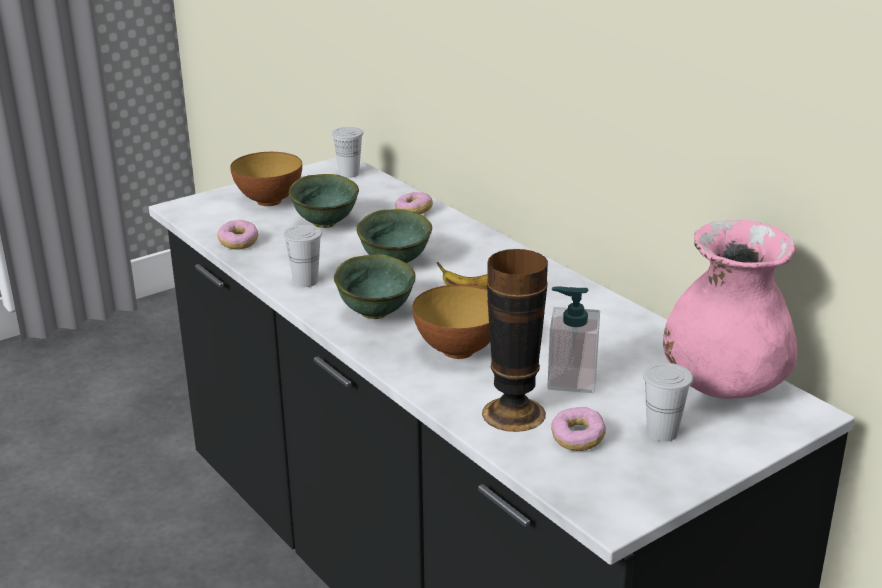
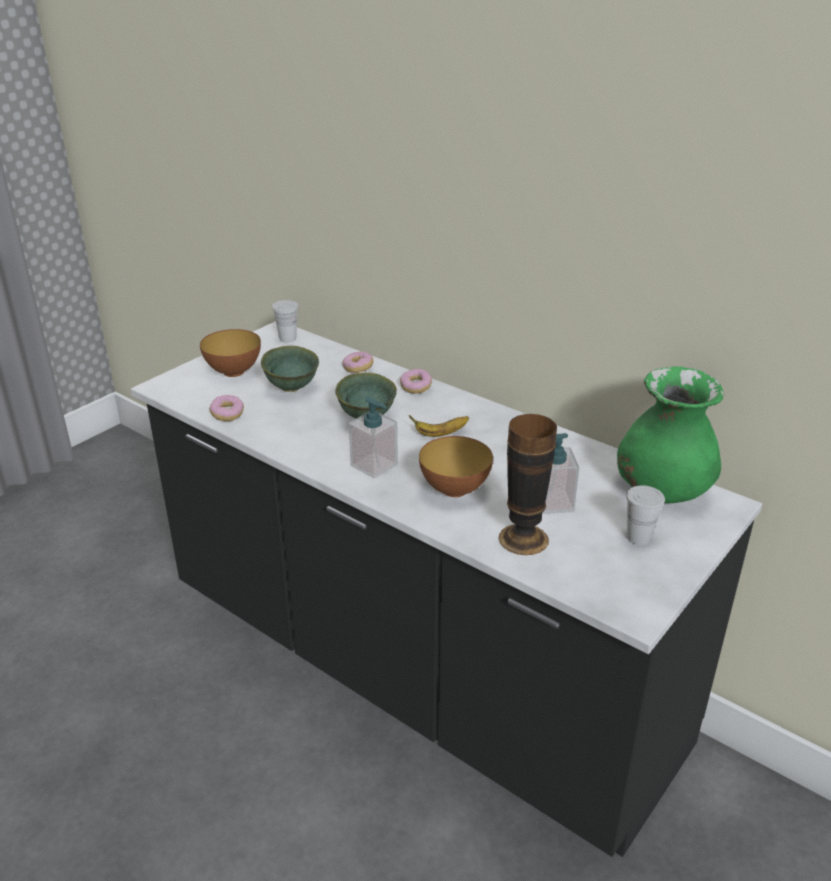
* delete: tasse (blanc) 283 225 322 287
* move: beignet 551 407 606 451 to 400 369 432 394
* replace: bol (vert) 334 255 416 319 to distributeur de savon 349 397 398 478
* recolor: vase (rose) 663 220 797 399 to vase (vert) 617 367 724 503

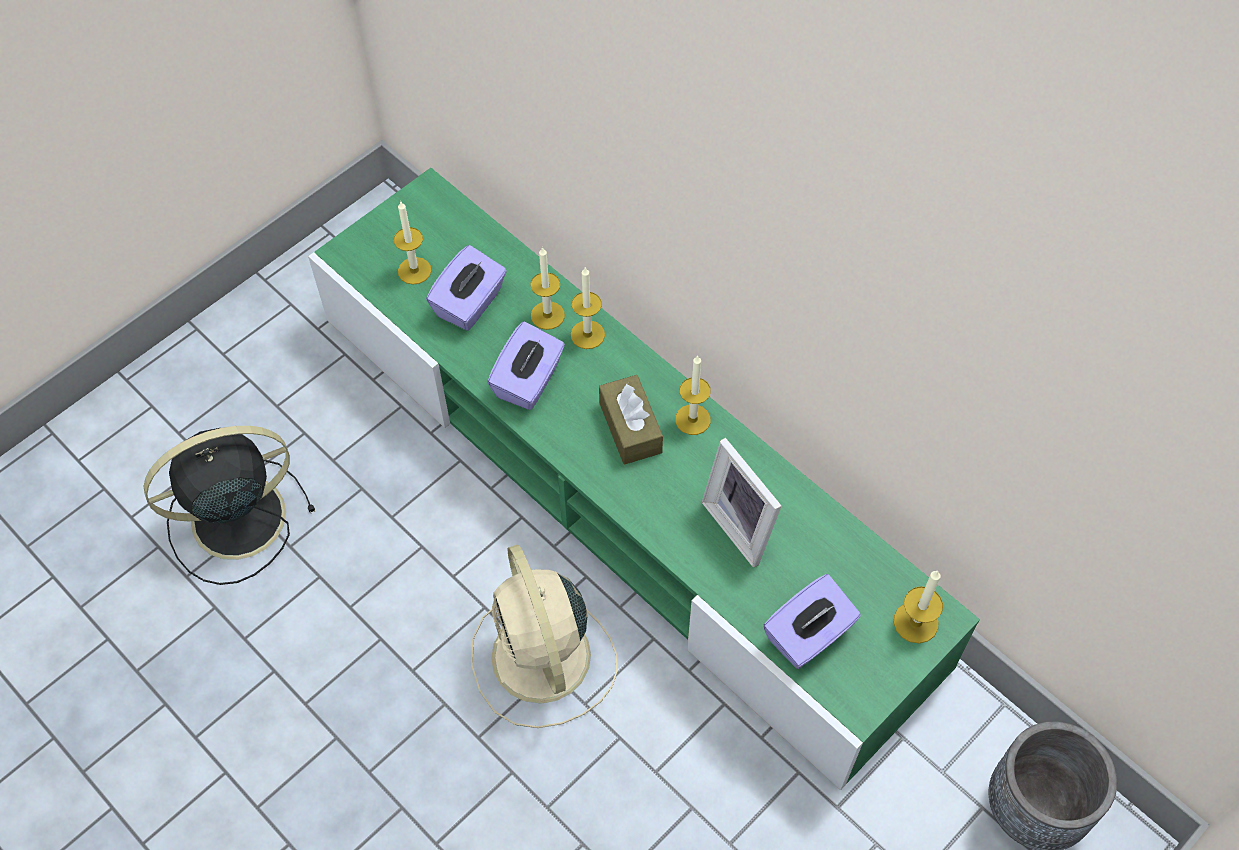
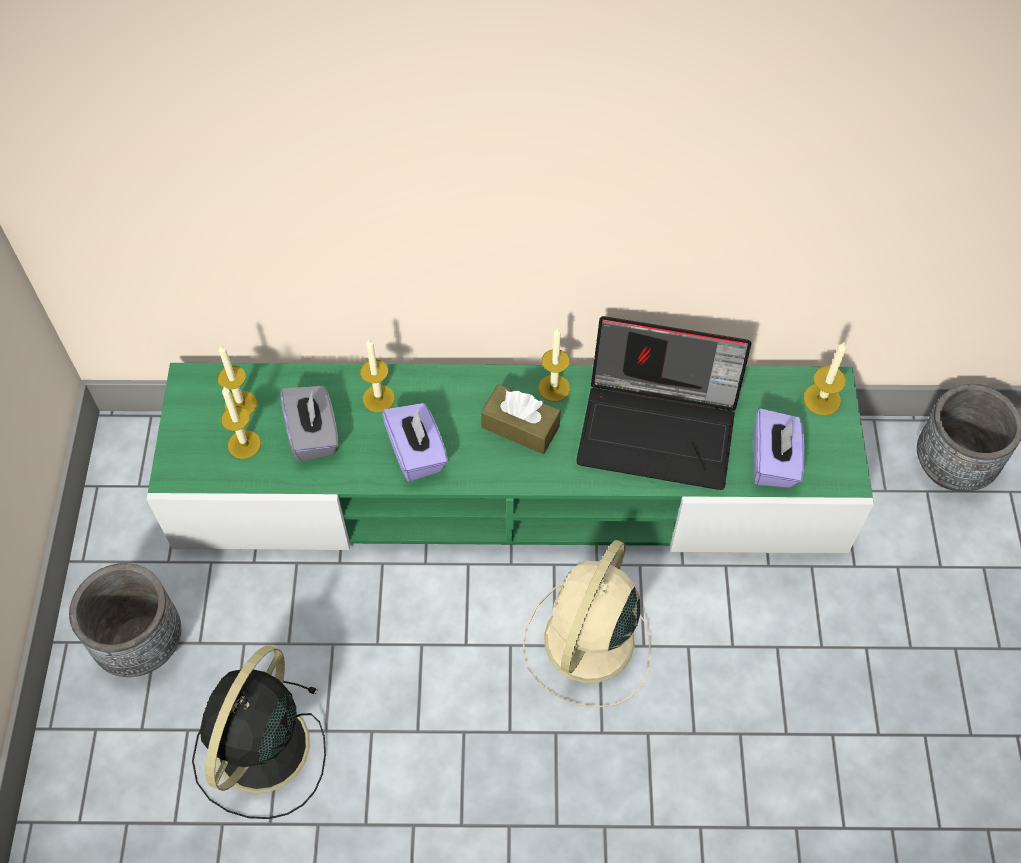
* insert: cache-pot (gris) 69 563 181 677
* move: bougie 571 268 605 349 to 217 344 257 415
* replace: cadre photo 702 438 782 567 to ordinateur portable 576 316 751 490
* recolor: boîte à mouchoirs (violet) 426 245 507 331 to boîte à mouchoirs (gris) 280 386 338 462
* rotate: ventilateur (beige) 471 545 618 728 = 523 540 651 708 90 degrees clockwise

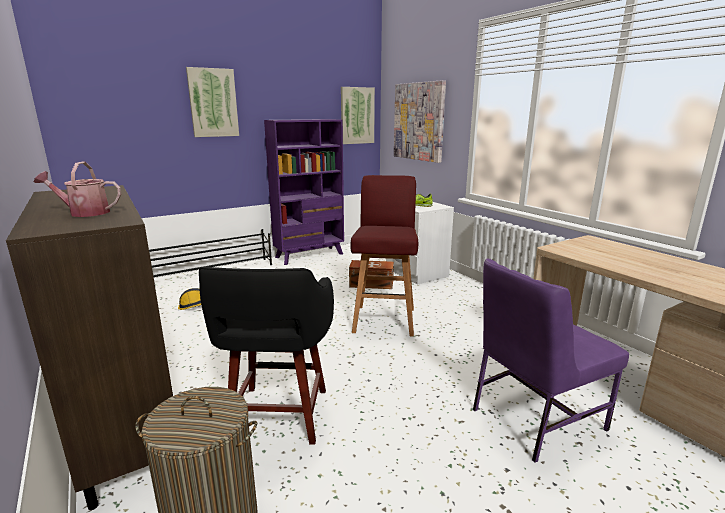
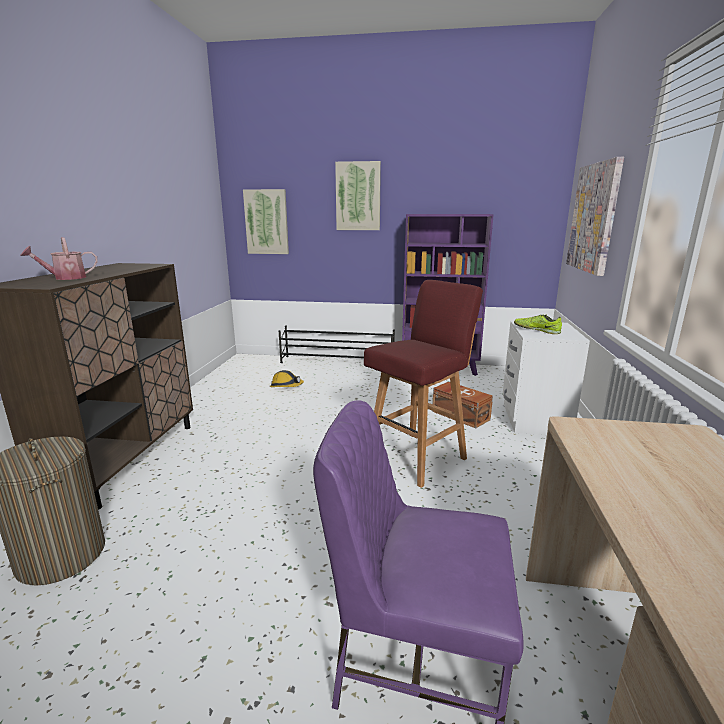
* delete: tabouret (noir) 199 267 334 445
* move: tableau 341 87 375 144 to 243 189 289 254
* rotate: arrosoir 34 162 121 217 = 20 237 98 280 75 degrees counterclockwise

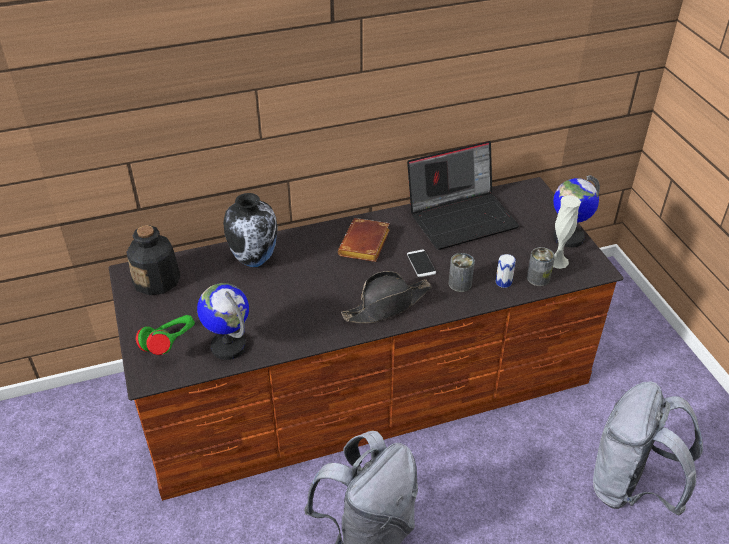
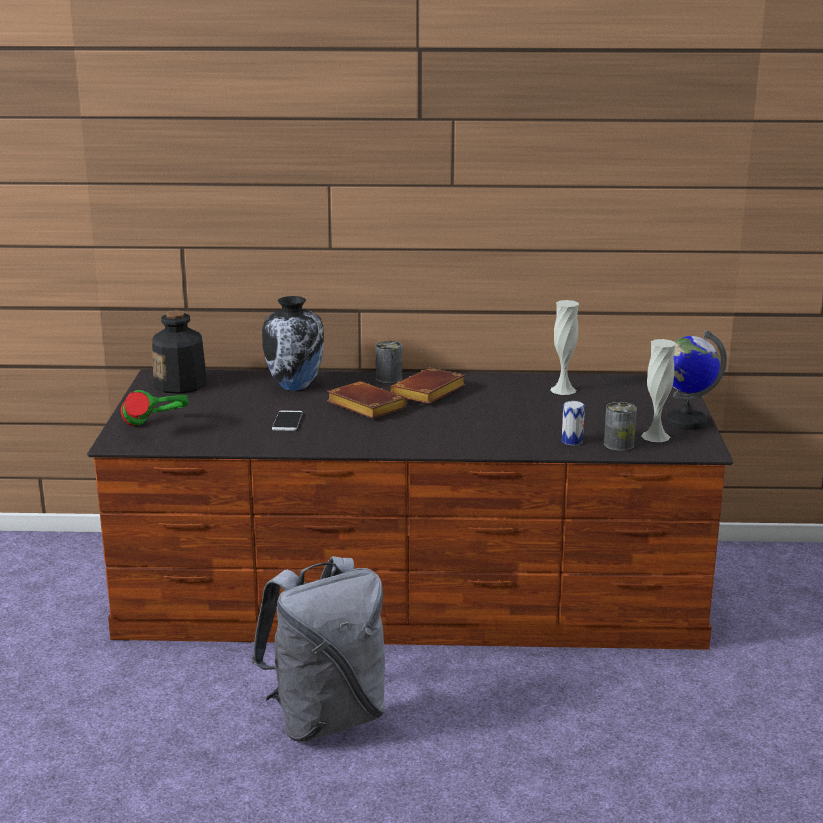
* delete: globe 197 283 249 360
* delete: chapeau (noir) 341 271 432 323
* delete: sac à dos (gris) 593 382 703 515
* insert: livre (marron) 327 381 407 419
* move: téléphone 407 250 436 277 to 272 410 303 431
* move: boîte métallique 449 253 475 292 to 375 341 402 383
* replace: ordinateur portable 407 141 519 250 to vase (blanc) 550 300 579 395

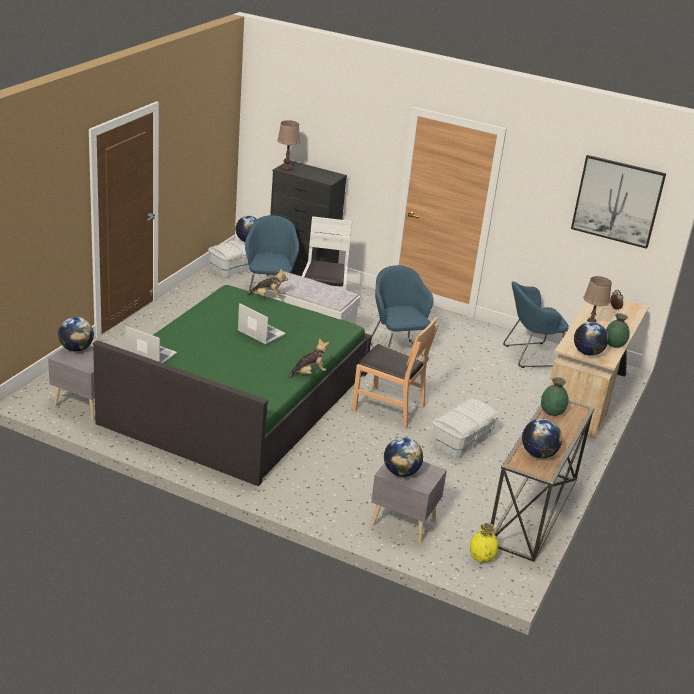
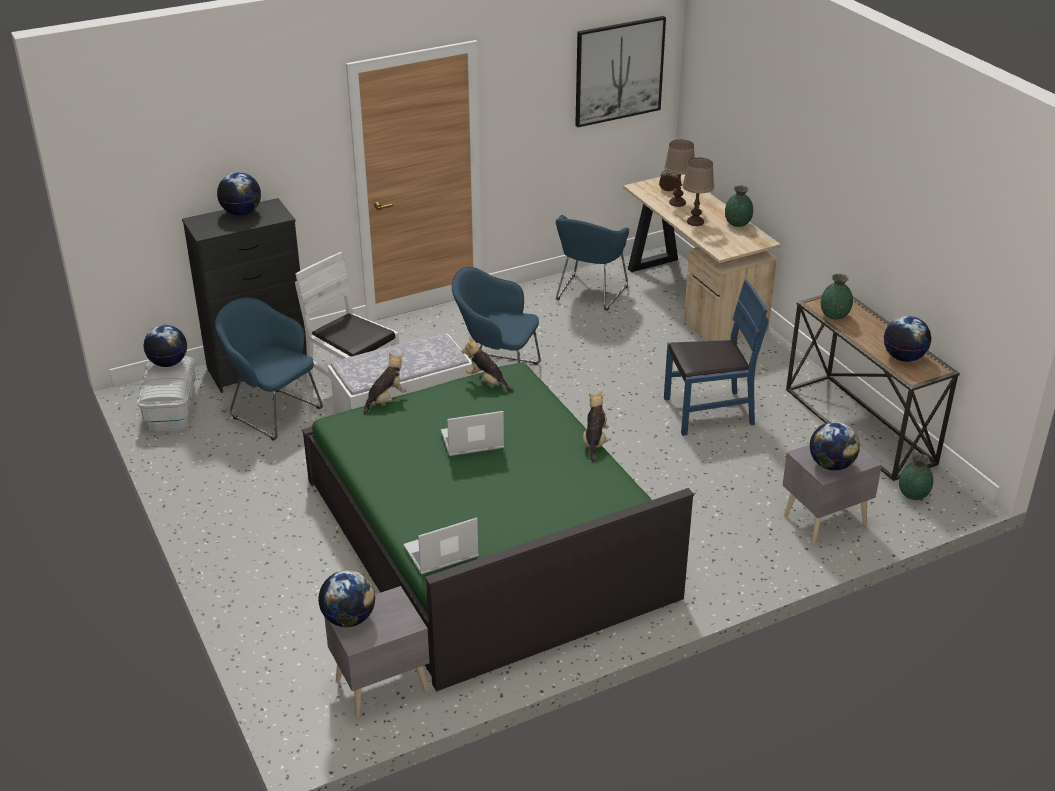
* delete: chaise (marron) 352 316 438 428
* insert: peluche 461 337 514 392
* move: lampe de table (marron) 277 120 300 171 to 665 140 695 207
* move: globe 574 322 608 356 to 217 172 261 216
* replace: boîte de rangement (blanc) 433 399 499 458 to chaise (bleu) 664 279 768 436
* recolor: vase (jaune) 470 523 498 563 to vase (vert) 899 453 933 500

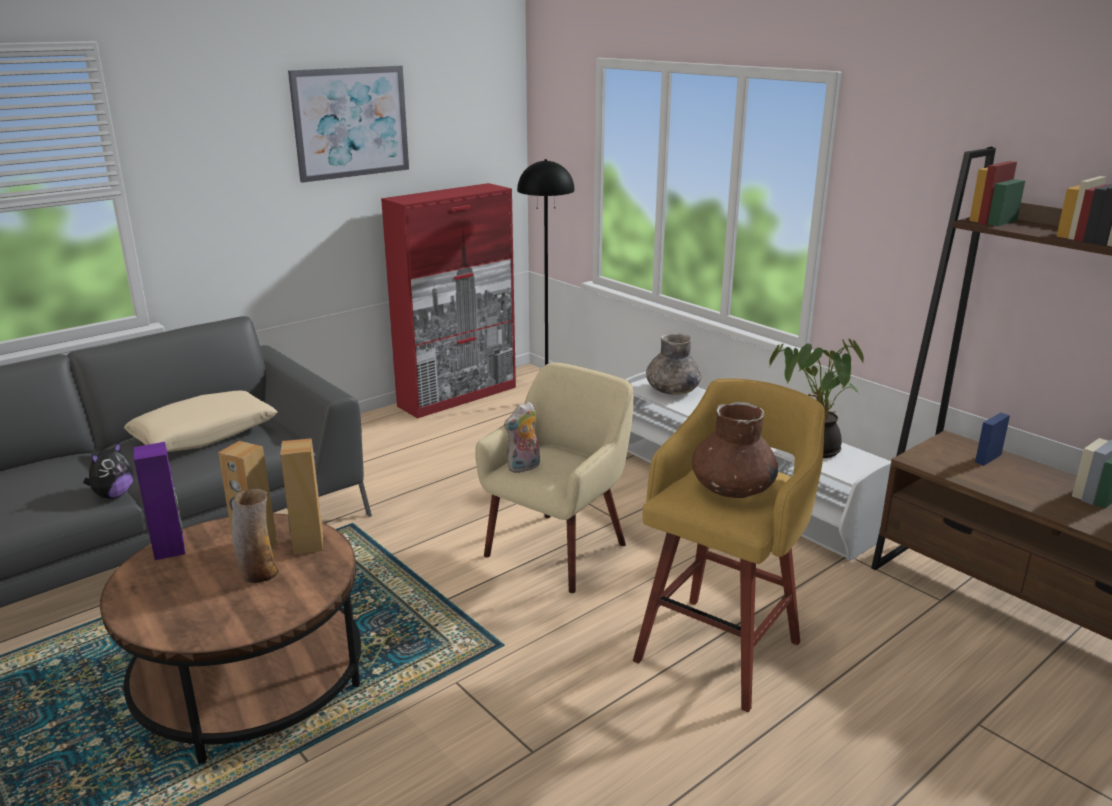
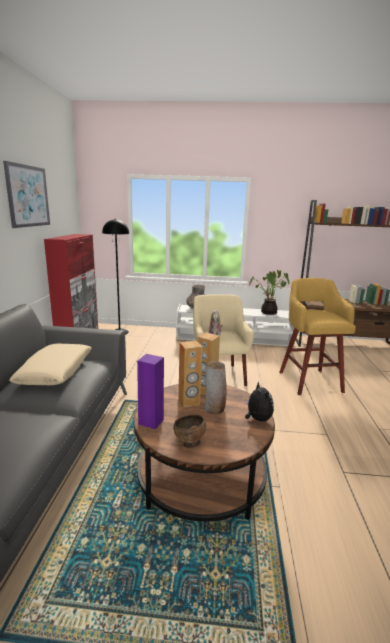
* delete: vase (marron) 692 402 778 498
* insert: bol (marron) 173 414 206 448
* move: peluche 84 441 133 499 to 245 381 274 422

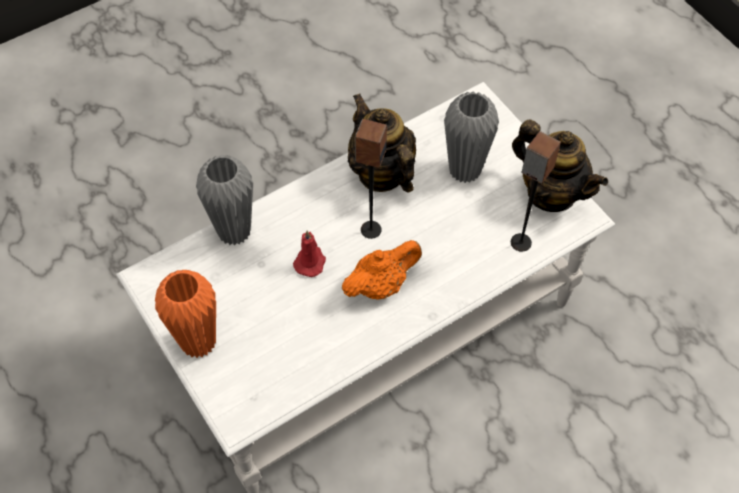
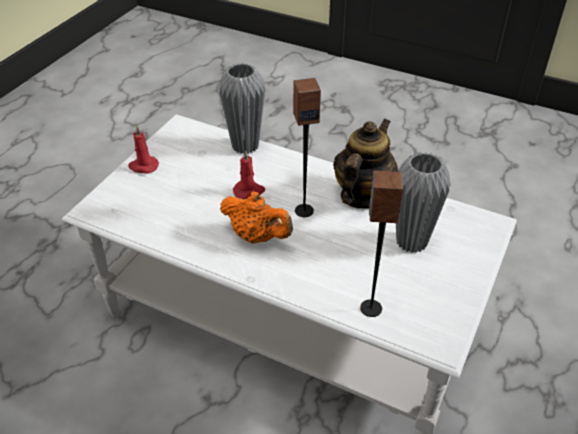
* delete: théière 512 120 608 212
* replace: vase (orange) 155 270 216 358 to bougie (rouge) 128 126 159 174

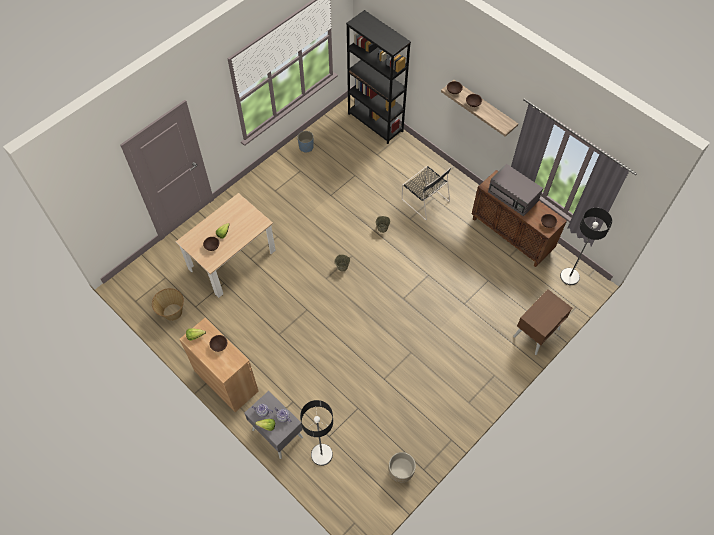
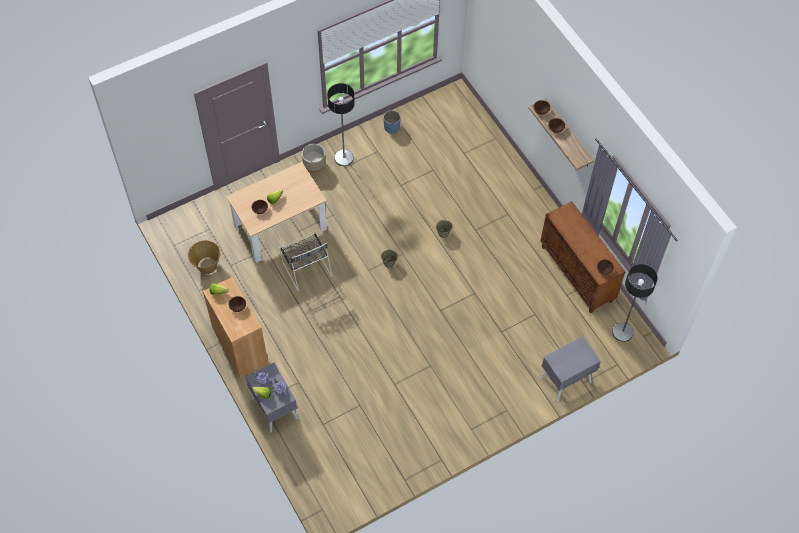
* delete: bibliothèque (noir) 346 10 411 144
* delete: micro-ondes (gris) 488 164 543 216
* move: lampadaire 300 400 333 466 to 327 83 355 166
* move: cache-pot (beige) 389 452 416 483 to 302 144 325 173
* move: chaise (noir) 402 166 451 220 to 279 233 332 292
* recolor: table de chevet (marron) 513 289 572 355 to table de chevet (gris) 540 336 601 402

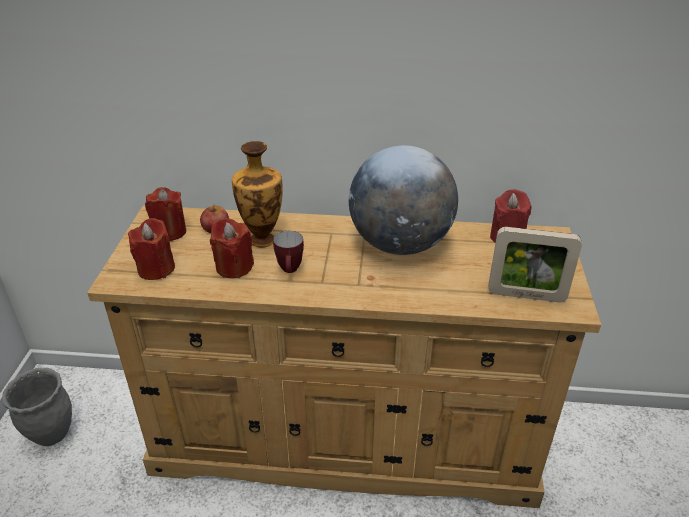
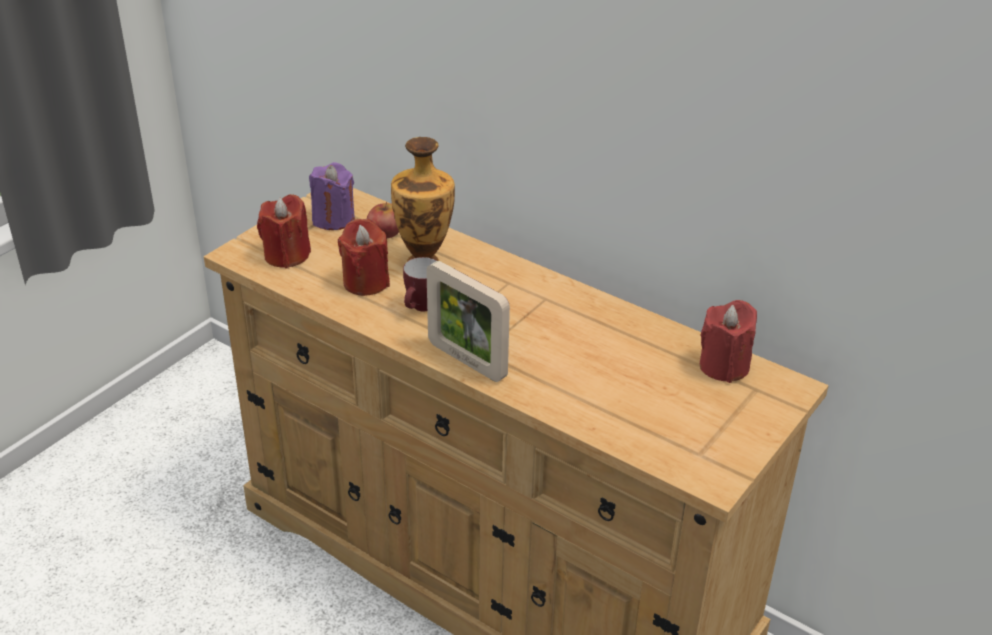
* delete: cache-pot (gris) 2 368 72 446
* delete: globe 349 145 458 255
* move: cadre photo 489 227 582 302 to 426 261 510 382
* recolor: bougie (rouge) 145 187 186 241 to bougie (violet) 309 162 355 230

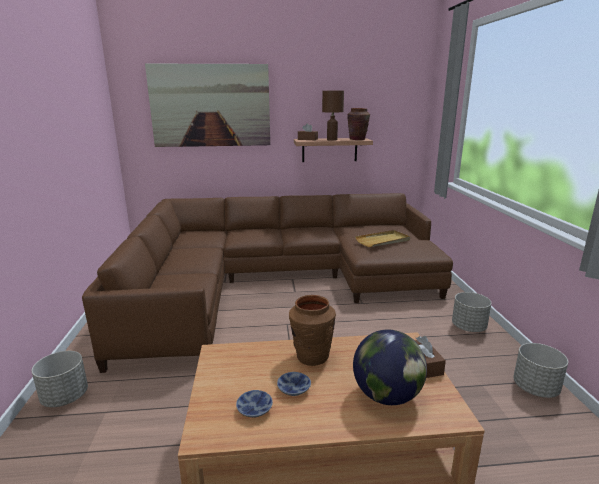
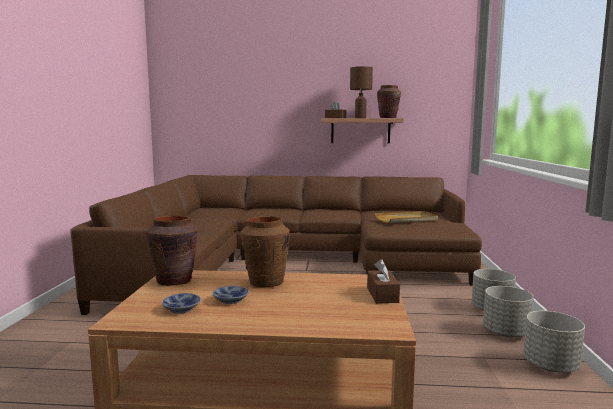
* delete: tableau 145 63 270 147
* delete: globe 353 330 427 405
* insert: vase (marron) 146 215 198 286
* move: cache-pot (gris) 32 351 88 407 to 483 286 534 337

